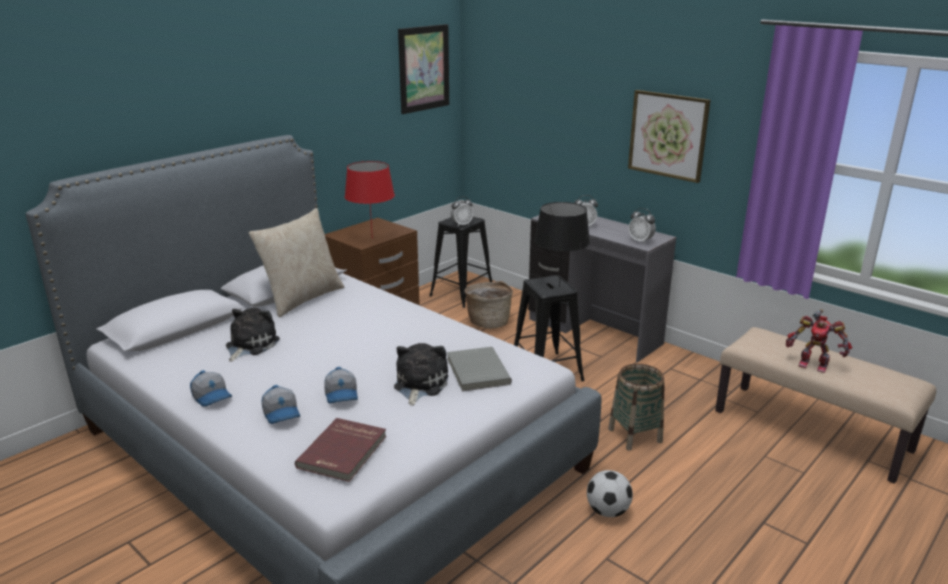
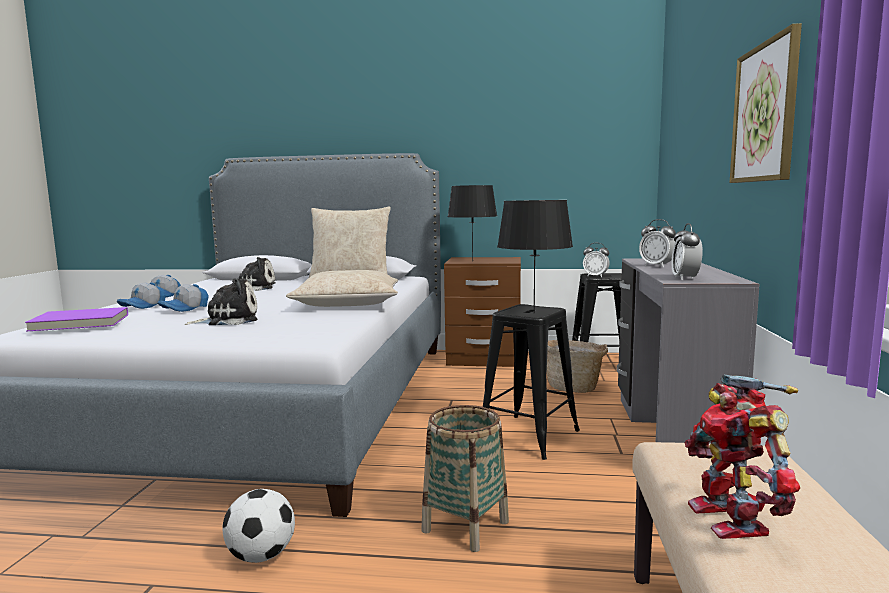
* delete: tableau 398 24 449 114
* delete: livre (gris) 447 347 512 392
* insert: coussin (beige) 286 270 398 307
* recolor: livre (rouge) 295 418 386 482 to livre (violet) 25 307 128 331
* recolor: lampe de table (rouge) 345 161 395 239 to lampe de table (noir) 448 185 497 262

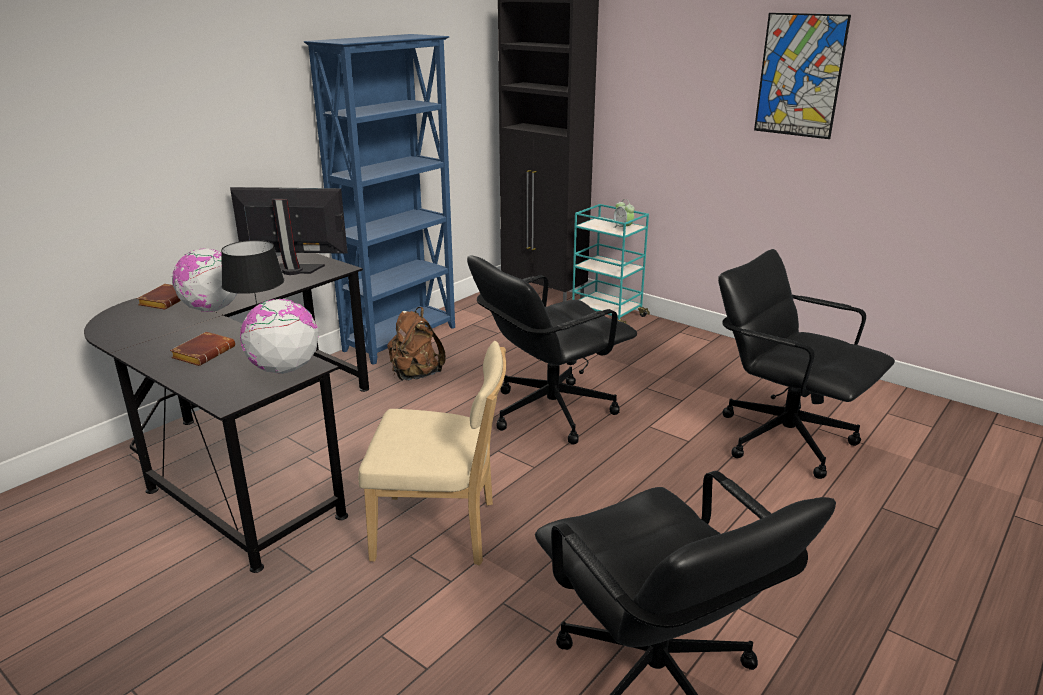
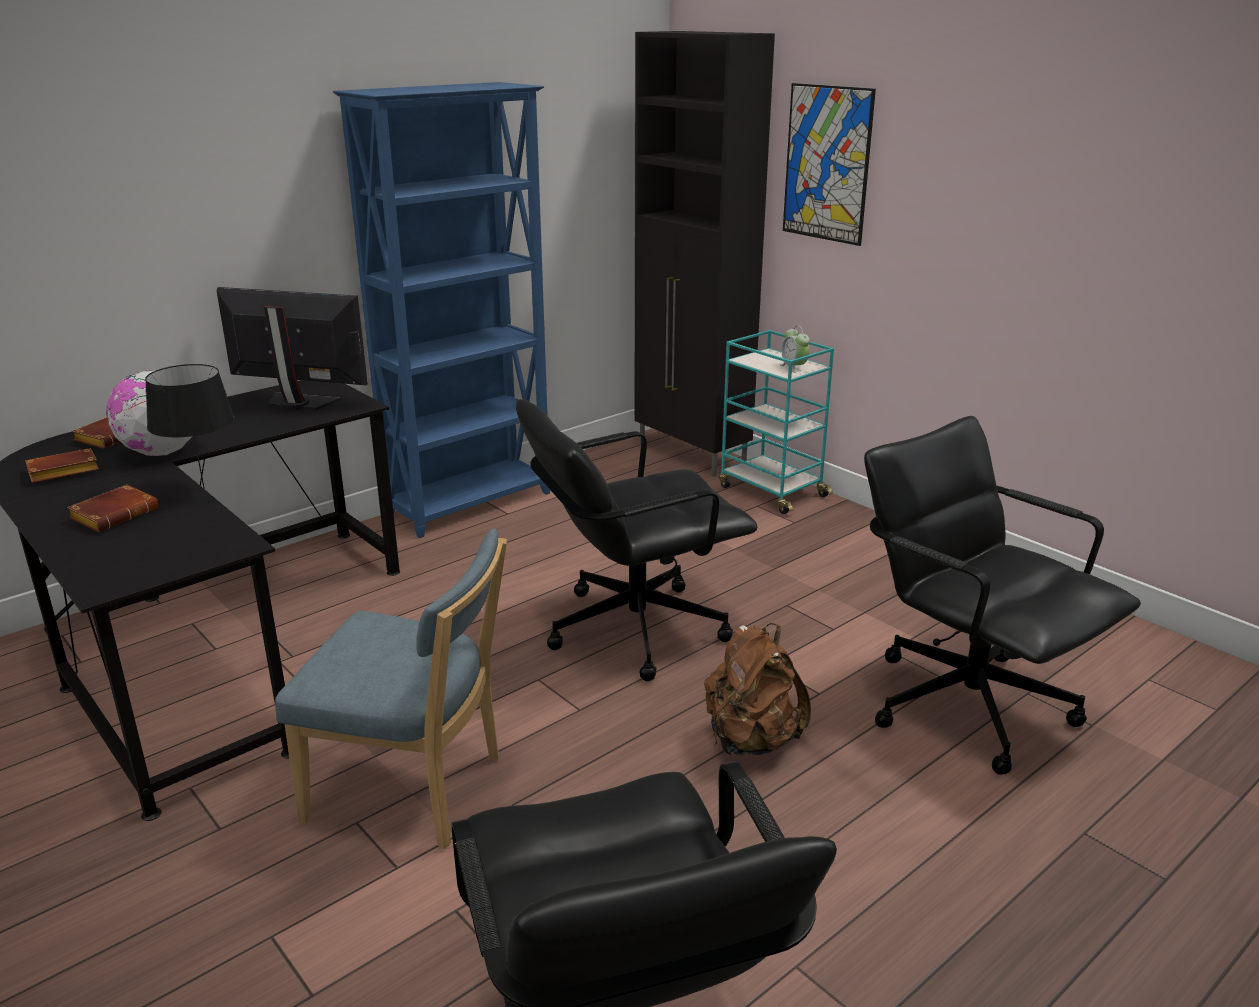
* delete: globe 240 299 319 374
* insert: livre (marron) 25 448 99 483
* move: sac à dos (marron) 387 307 446 380 to 704 623 811 756
* move: tableau 754 13 851 139 to 783 83 876 246
* recolor: chaise (beige) 358 341 506 566 to chaise (bleu) 275 529 507 849

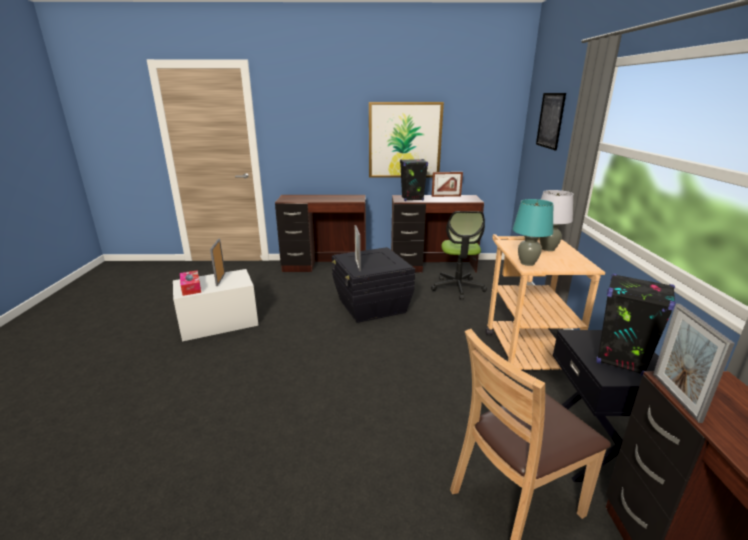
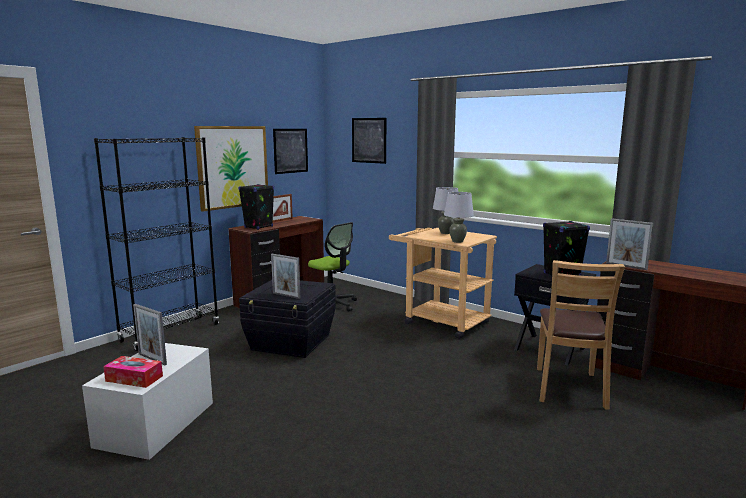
* insert: tableau 273 129 308 174
* replace: bureau (marron) 275 195 366 272 to bibliothèque (noir) 94 137 219 351
* recolor: lampe de table (turquoise) 513 199 554 266 to lampe de table (gris) 444 192 474 243

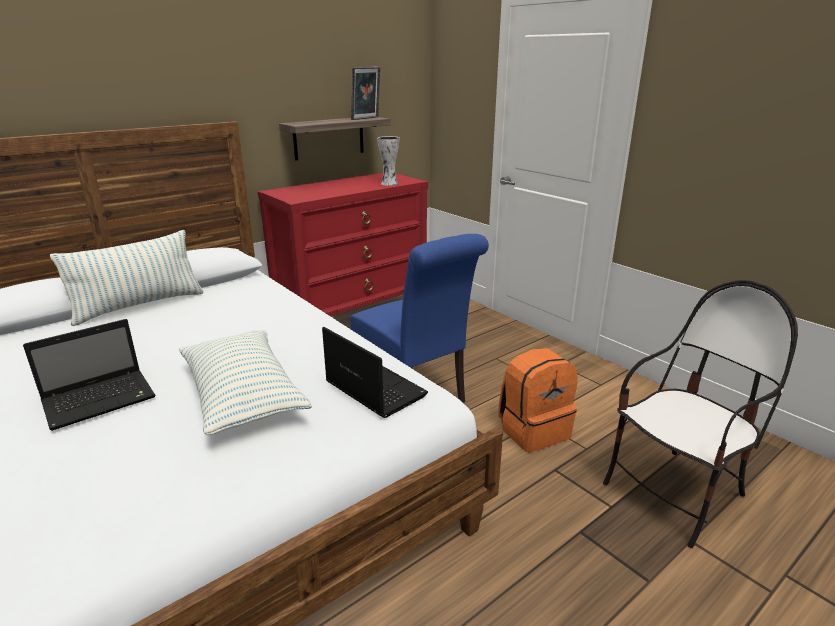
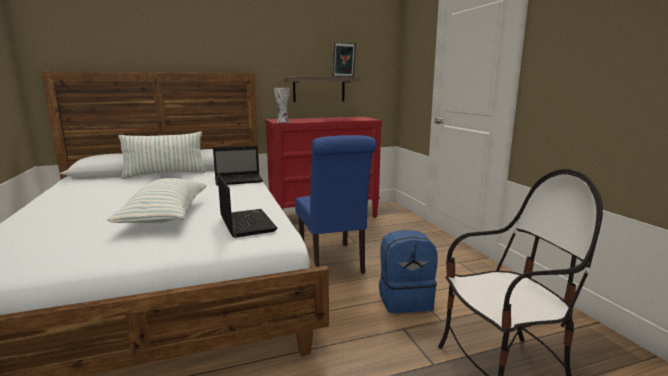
* move: ordinateur portable 23 319 156 431 to 213 146 263 186
* move: vase 377 136 400 186 to 274 88 290 123
* recolor: sac à dos (orange) 498 348 577 453 to sac à dos (bleu) 379 230 438 313

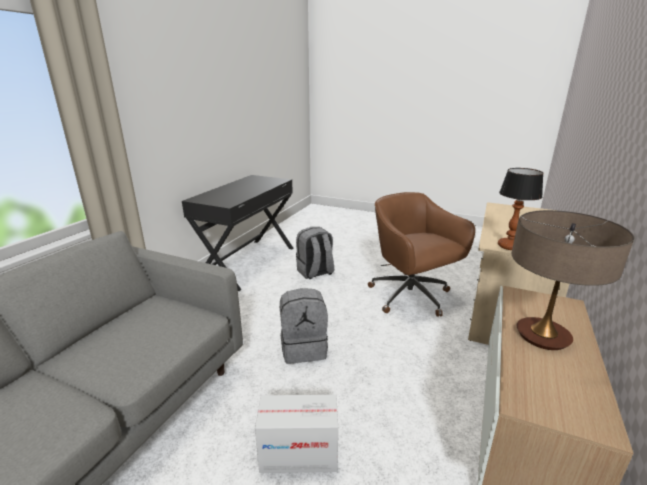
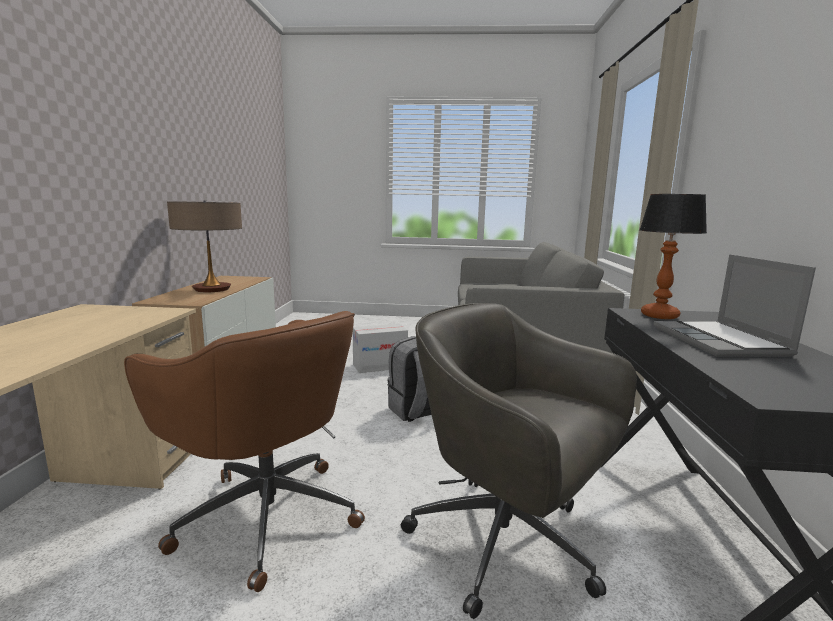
* insert: ordinateur portable 654 254 816 356
* move: lampe de table 498 168 543 250 to 640 194 707 319
* replace: sac à dos (gris) 296 227 334 279 to chaise de bureau (gris) 401 303 637 619

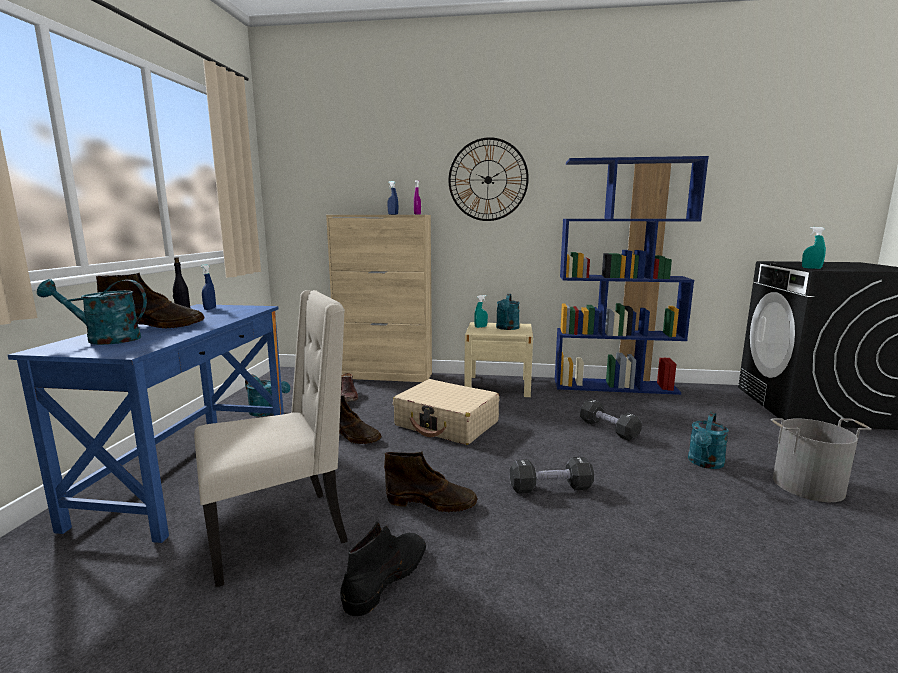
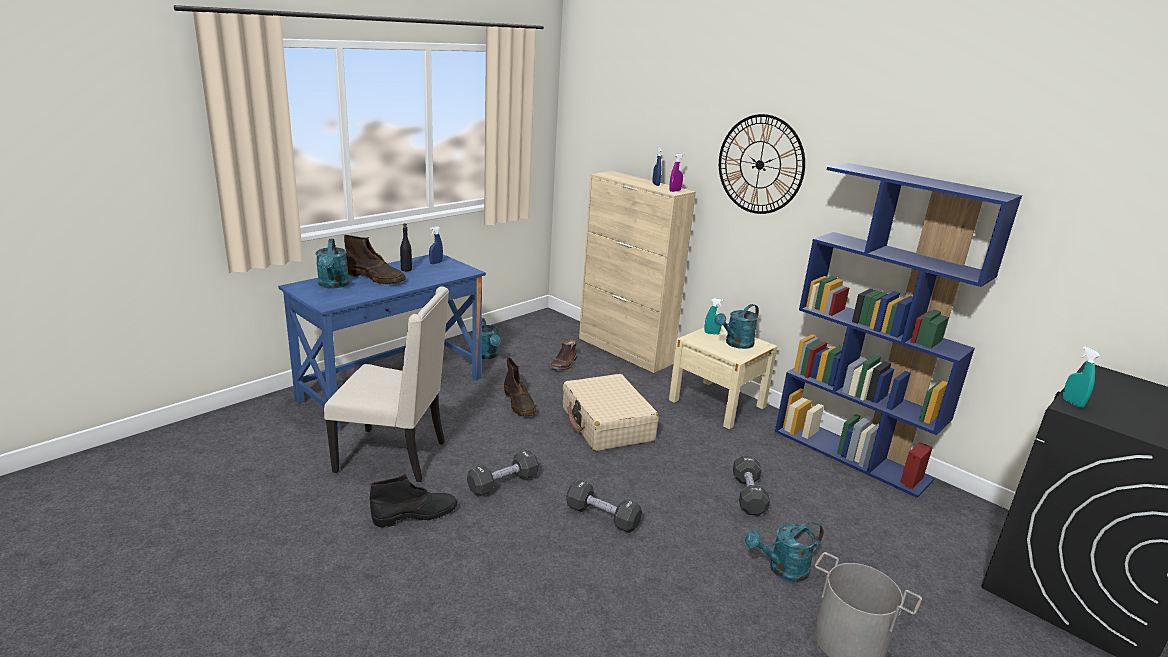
* replace: botte (marron) 384 451 477 512 to haltère (noir) 467 450 539 497
* rotate: arrosoir (turquoise) 37 279 147 345 = 315 239 349 289 135 degrees counterclockwise

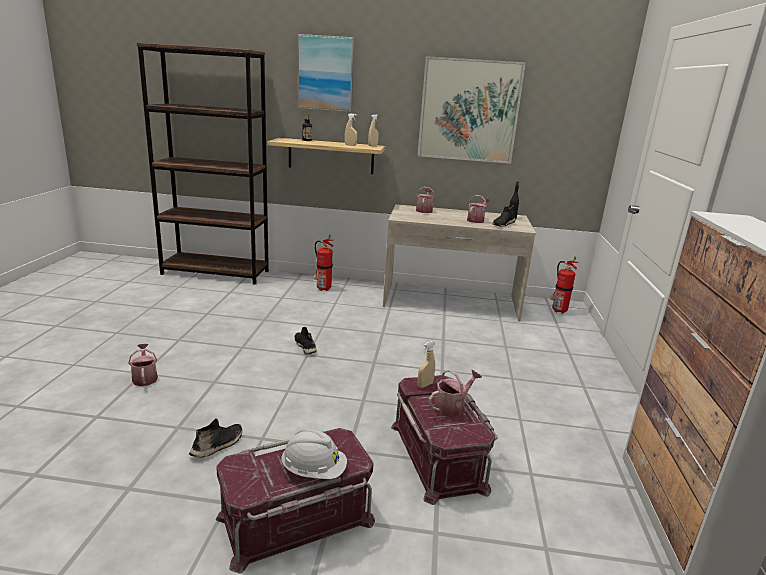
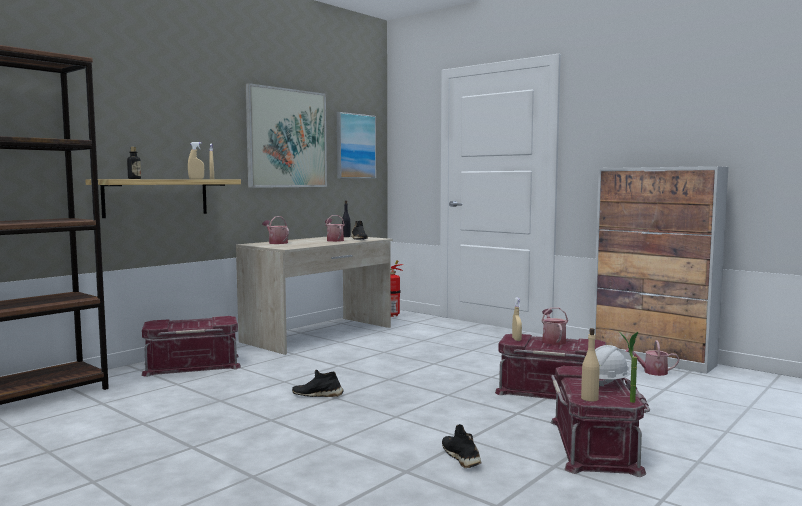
* insert: bouteille (beige) 581 328 600 402
* insert: plante en pot 620 332 638 403
* move: arrosoir 128 344 158 386 to 626 340 679 376
* move: tableau 298 34 354 112 to 337 112 376 179
* replace: extincteur 313 234 333 291 to boîte de rangement (rouge) 141 316 241 377

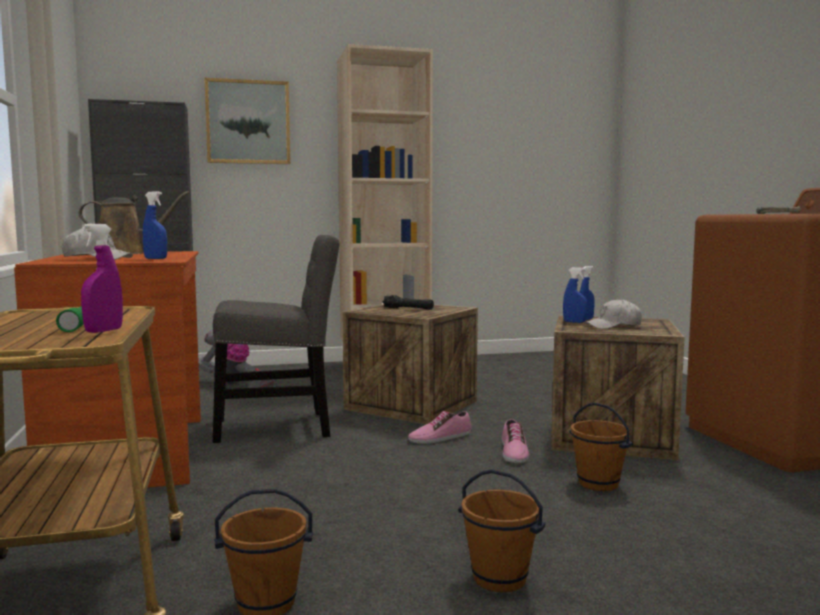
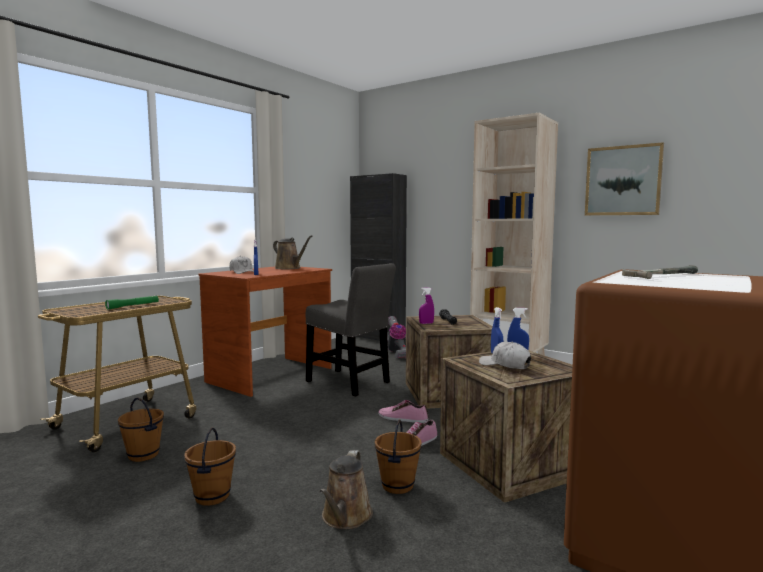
* insert: arrosoir (marron) 319 450 373 529
* move: vaporisateur (violet) 81 224 123 333 to 419 287 434 324
* move: tableau 204 78 290 164 to 585 142 664 215

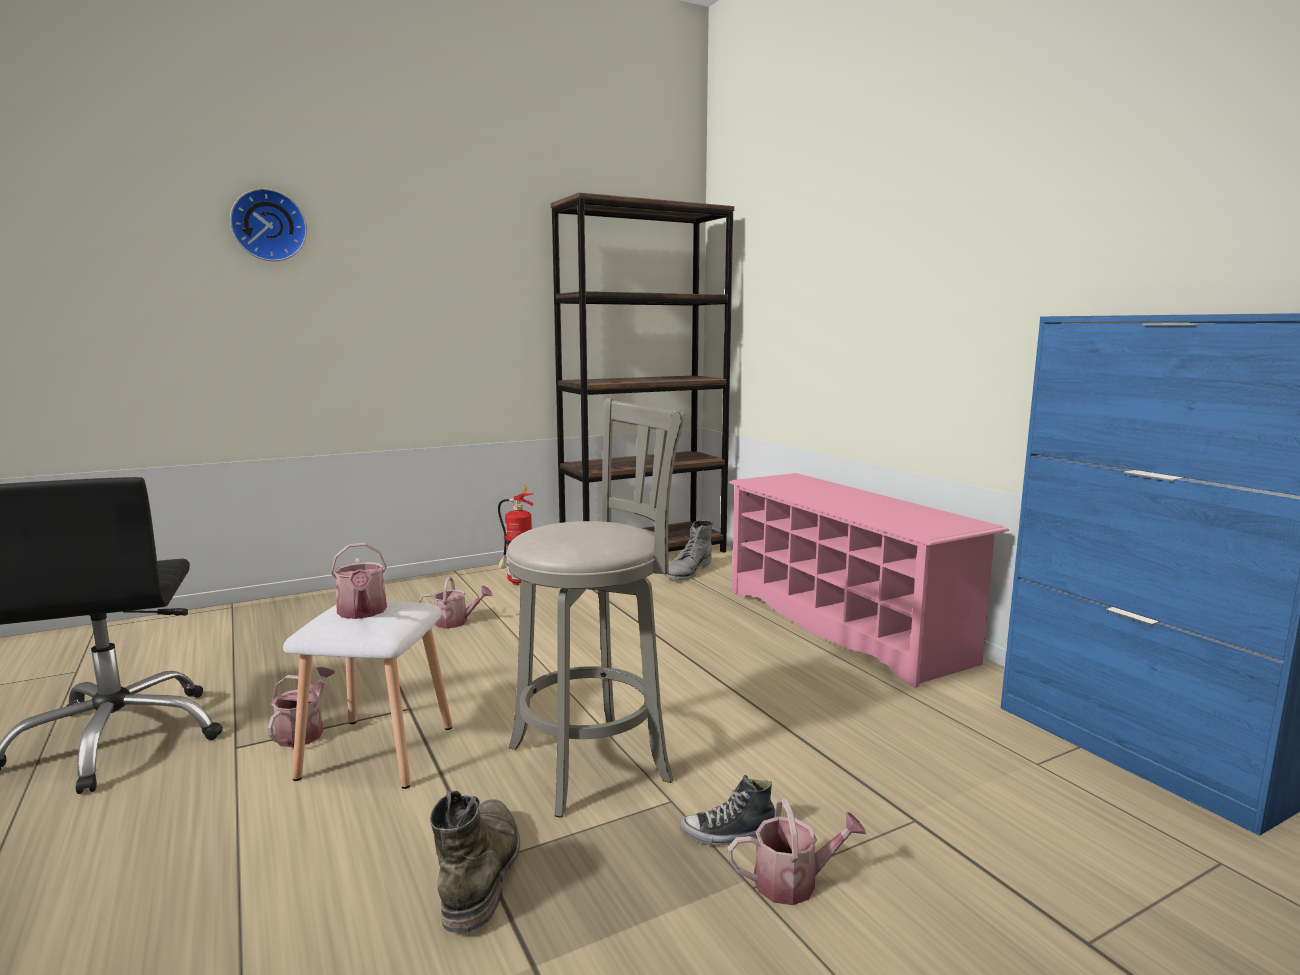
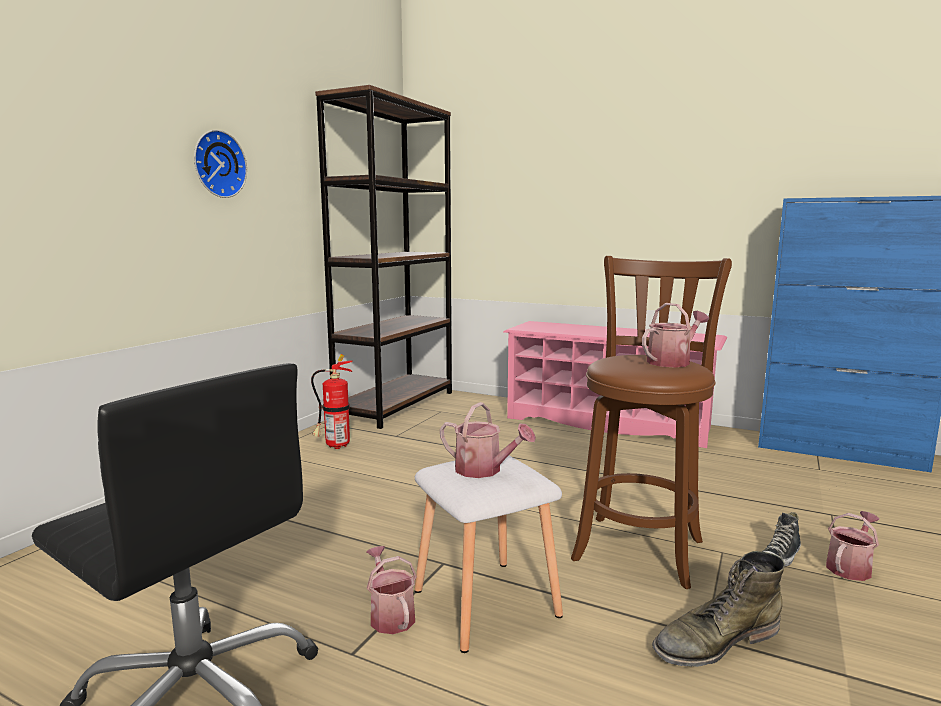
* delete: botte (gris) 664 520 713 580
* move: horloge murale 230 188 307 261 to 194 130 247 198
* move: arrosoir 418 576 493 629 to 642 303 709 367
* recolor: tabouret (gris) 506 398 684 818 to tabouret (marron) 571 256 732 589
* rotate: botte (vert) 430 790 520 933 = 652 551 785 667 75 degrees counterclockwise

